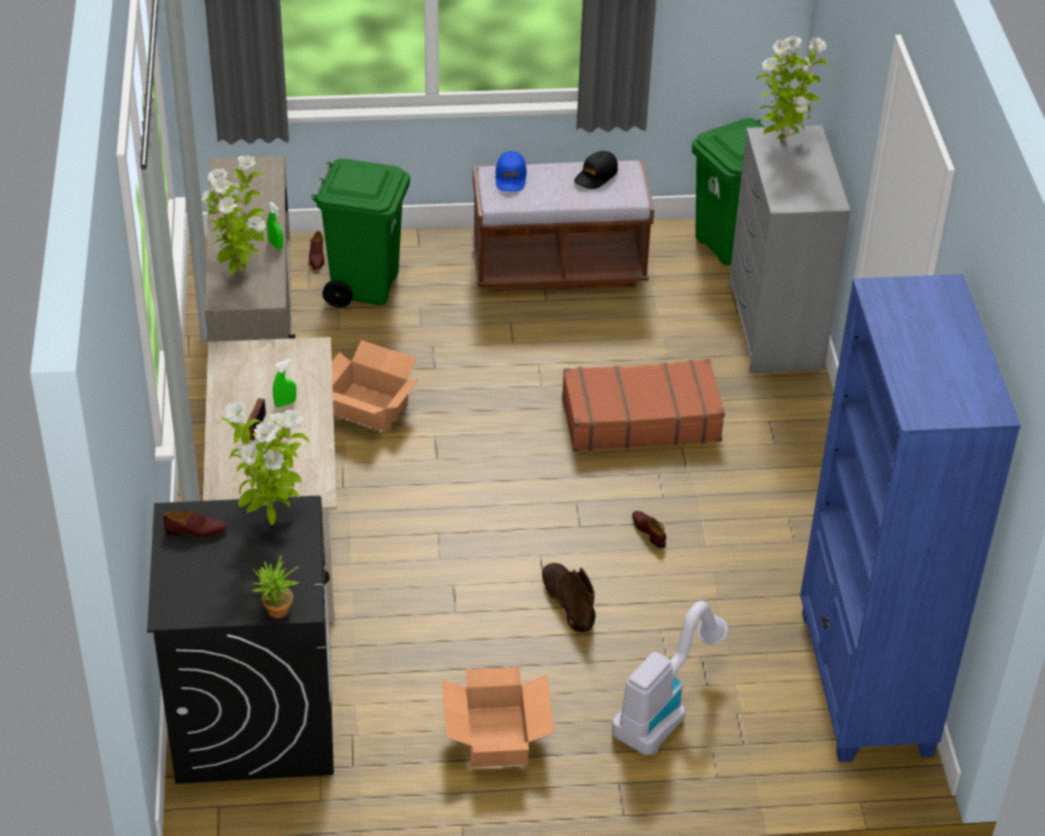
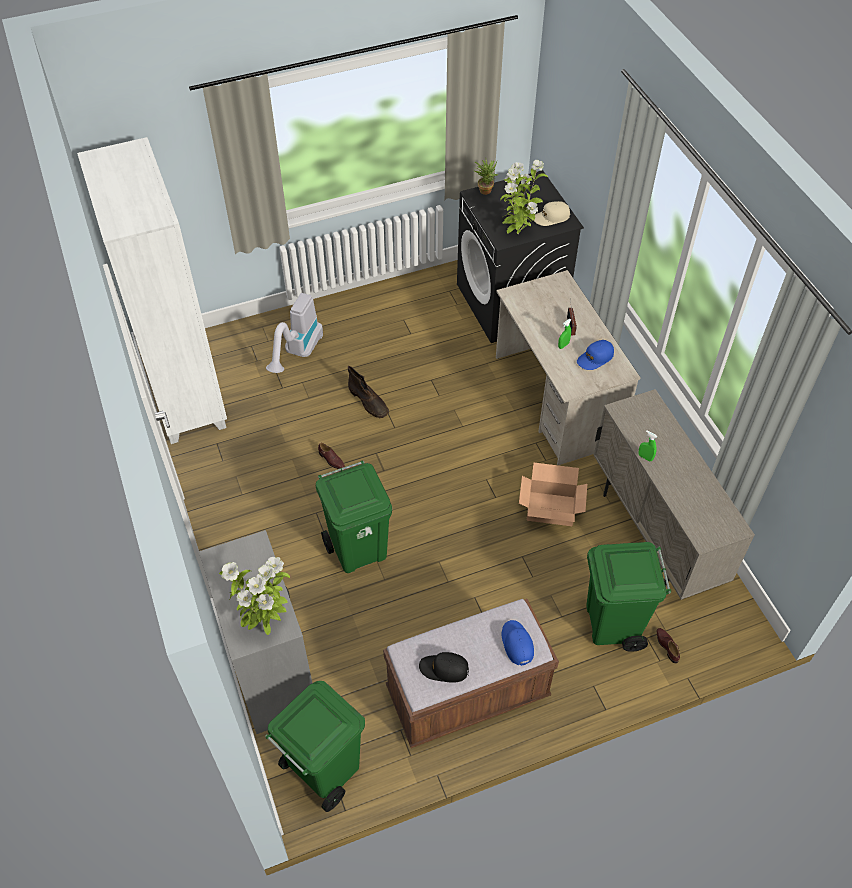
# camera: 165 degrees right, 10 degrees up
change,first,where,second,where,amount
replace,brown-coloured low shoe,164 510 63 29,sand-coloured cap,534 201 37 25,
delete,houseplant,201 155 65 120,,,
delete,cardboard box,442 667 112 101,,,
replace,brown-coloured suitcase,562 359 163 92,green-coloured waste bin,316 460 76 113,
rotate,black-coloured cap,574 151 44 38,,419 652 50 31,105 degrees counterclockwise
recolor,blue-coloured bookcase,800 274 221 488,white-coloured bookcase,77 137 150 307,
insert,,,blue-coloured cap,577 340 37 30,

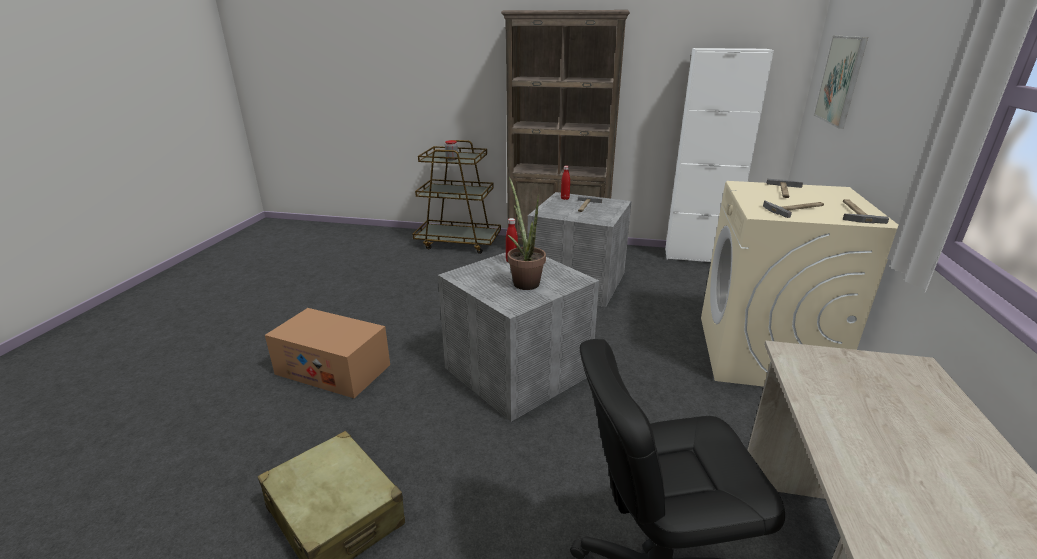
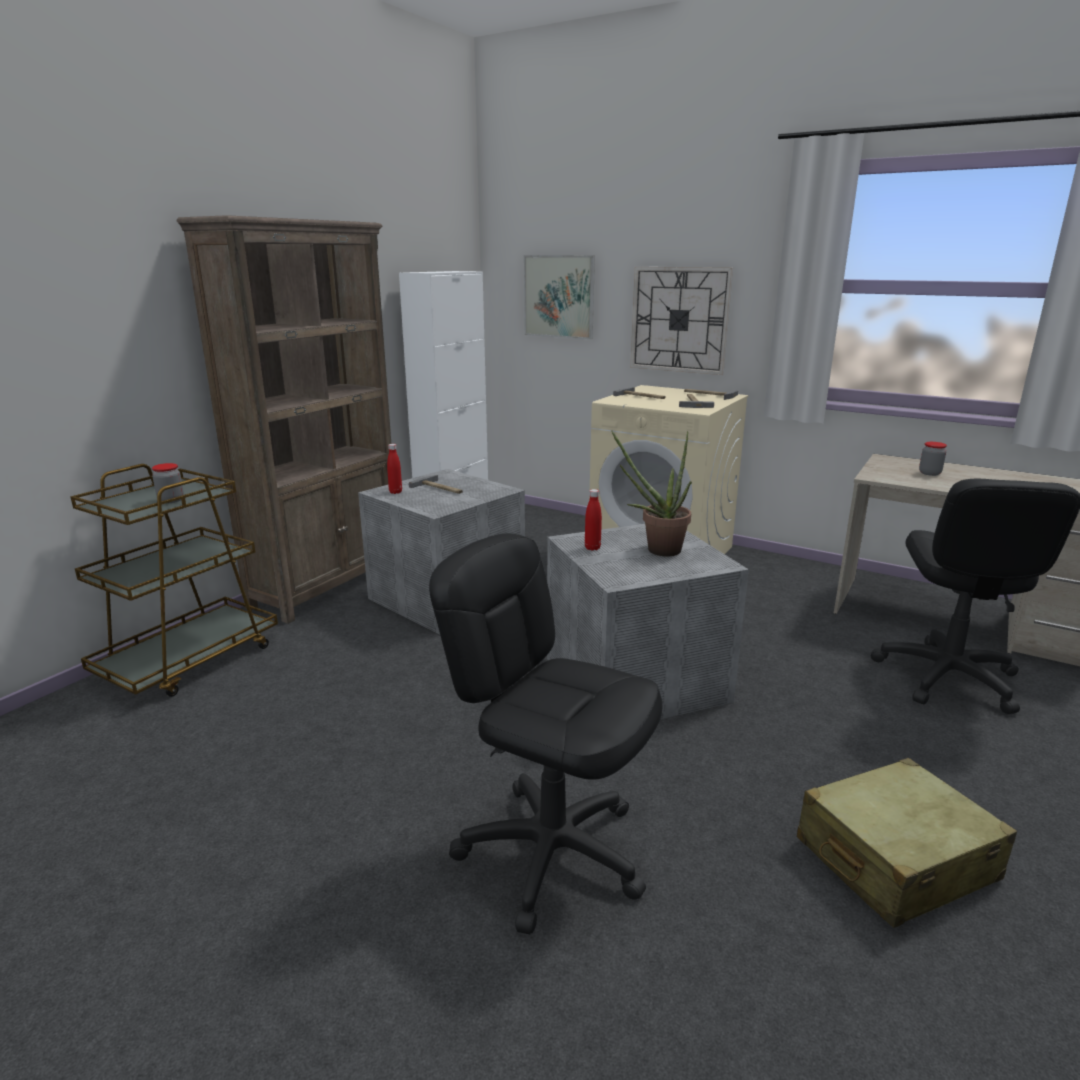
# camera: 70 degrees left, 5 degrees down
change,first,where,second,where,amount
replace,cardboard box,265 308 125 90,black-coloured office chair,429 533 233 401,
insert,,,wall clock,630 267 103 108,
insert,,,preserve jar,919 442 28 34,

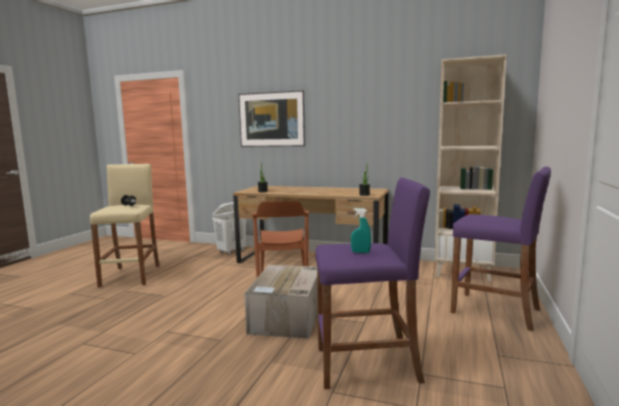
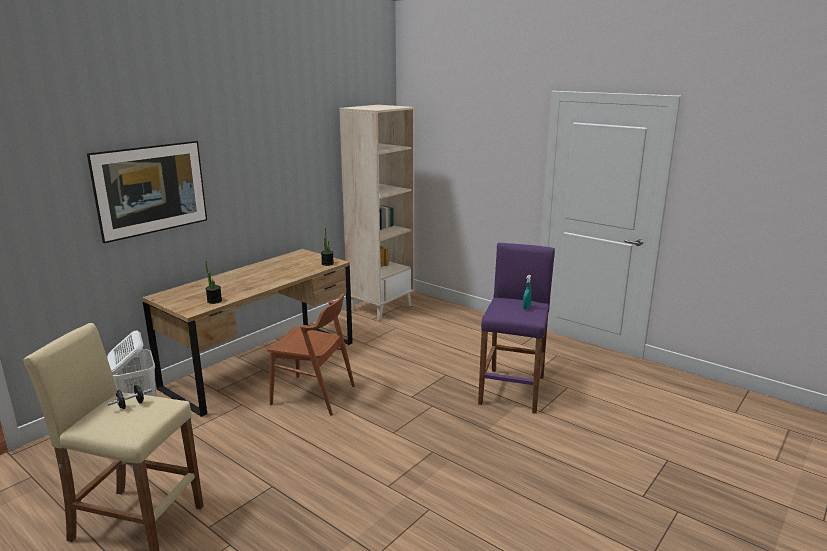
# camera: 70 degrees left, 10 degrees up
change,first,where,second,where,amount
delete,cardboard box,244 265 74 74,,,
delete,purple sitting stool,451 167 100 164,,,

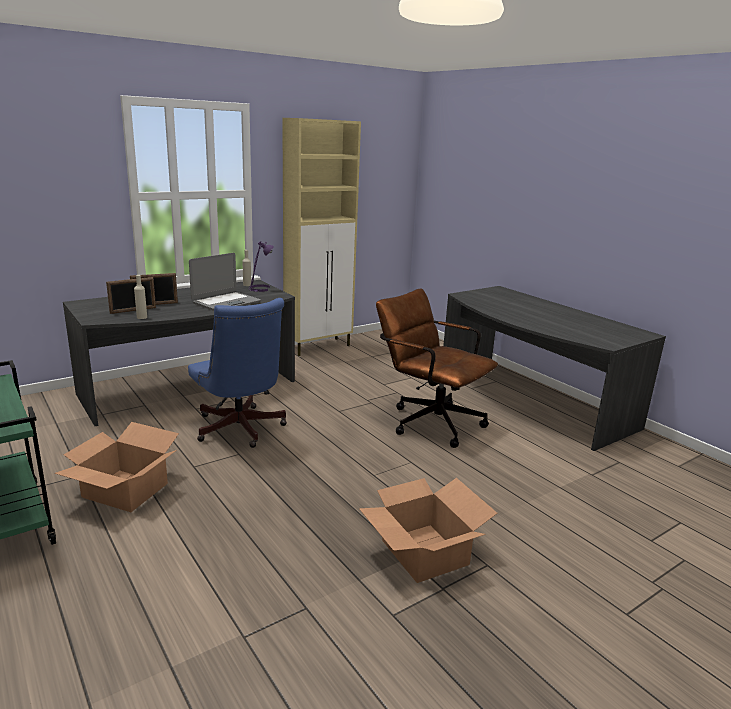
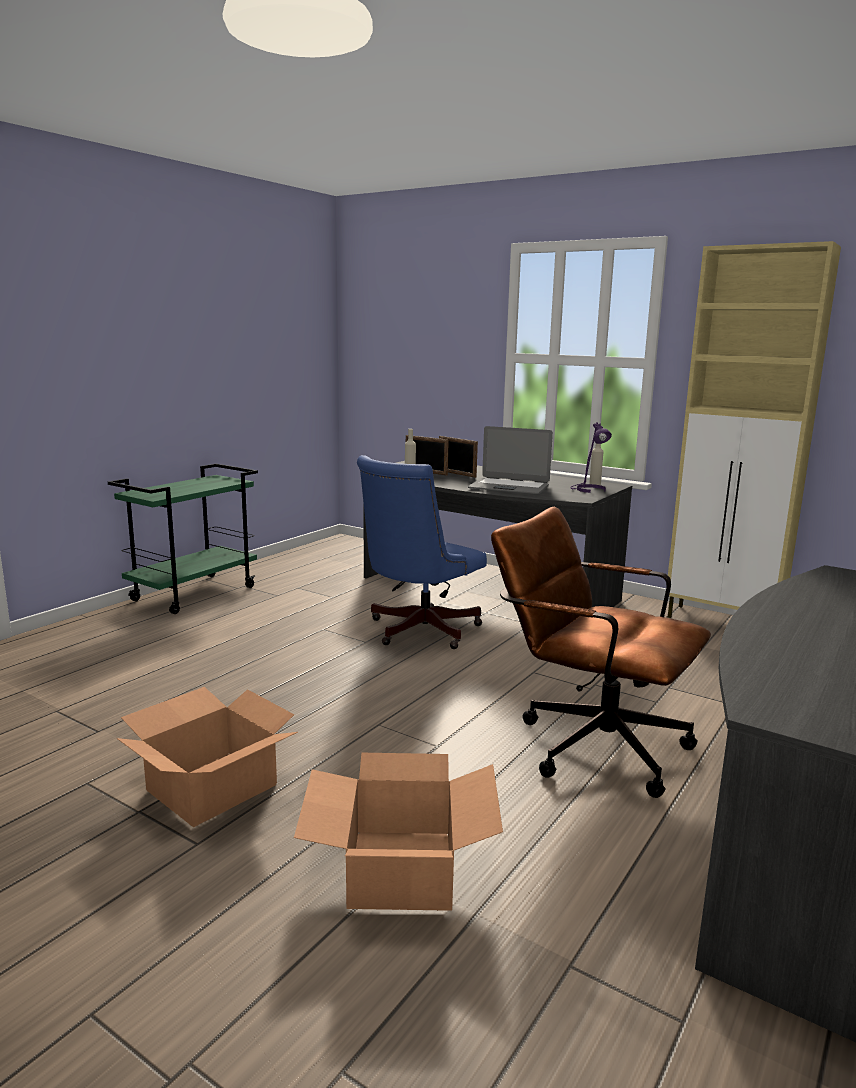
# camera: 70 degrees right, 5 degrees down
change,first,where,second,where,amount
move,cardboard box,54 422 125 90,,294 753 209 158,
rotate,brown-coloured office chair,376 288 122 160,,491 507 220 291,75 degrees counterclockwise

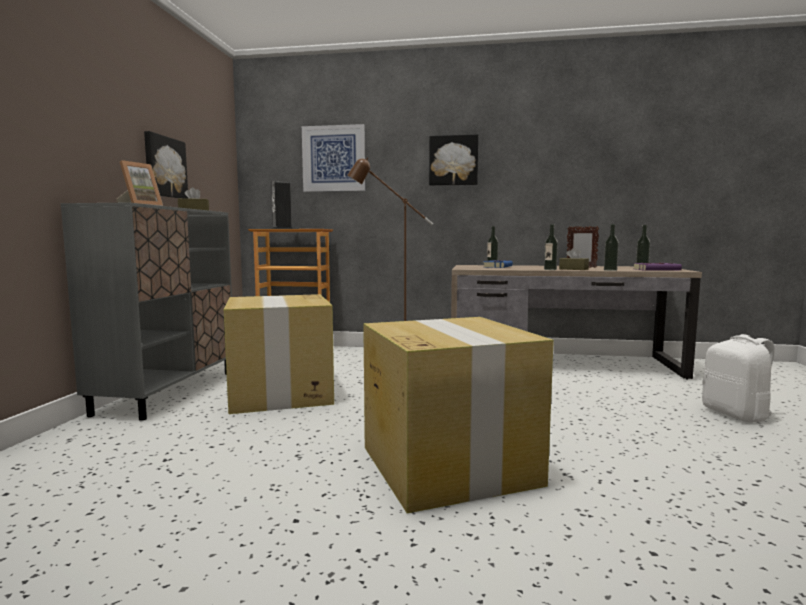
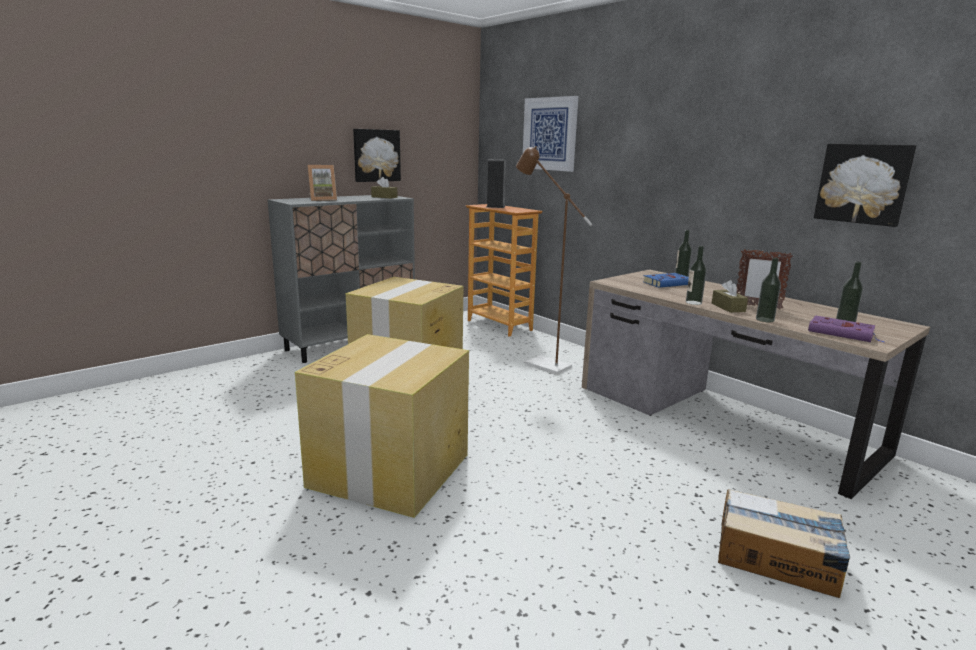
# camera: 40 degrees right, 10 degrees up
change,first,where,second,where,amount
move,wall art,429 134 49 52,,814 144 102 83,
replace,white-coloured backpack,702 334 72 89,cardboard box,718 489 132 109,

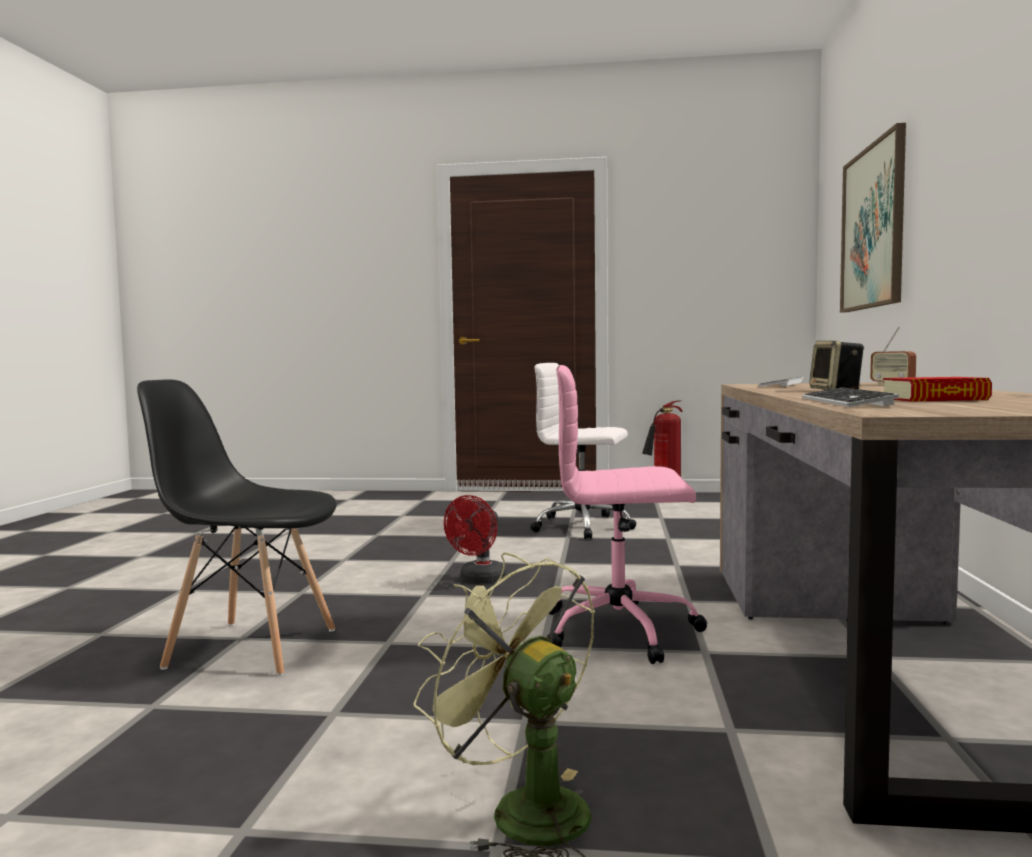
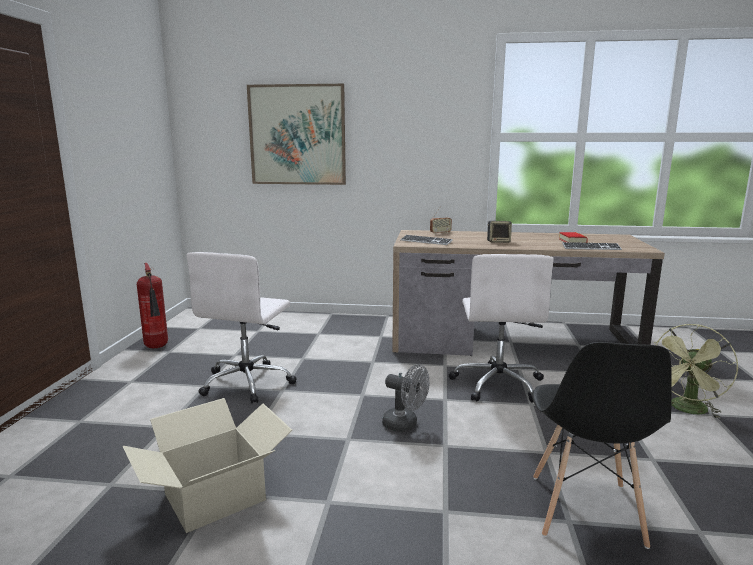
# camera: 90 degrees left, 10 degrees up
change,first,where,second,where,amount
recolor,red electric fan,444 495 62 88,grey electric fan,382 364 47 68,
recolor,pink-coloured office chair,546 365 161 299,white-coloured office chair,449 254 105 149,
insert,,,cardboard box,123 398 169 135,

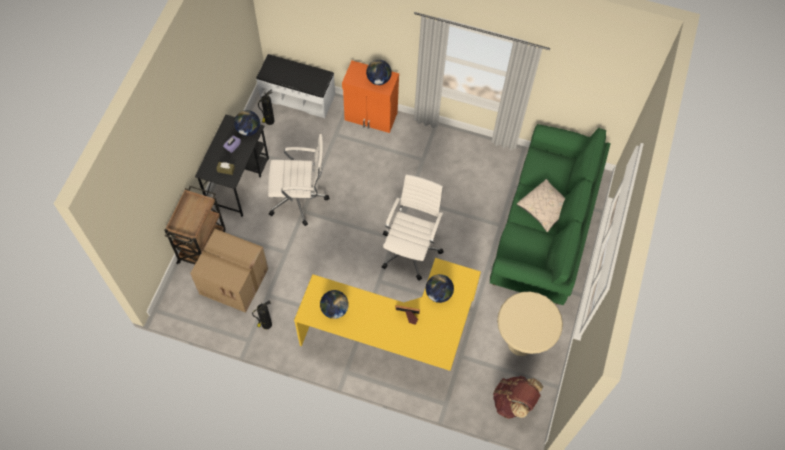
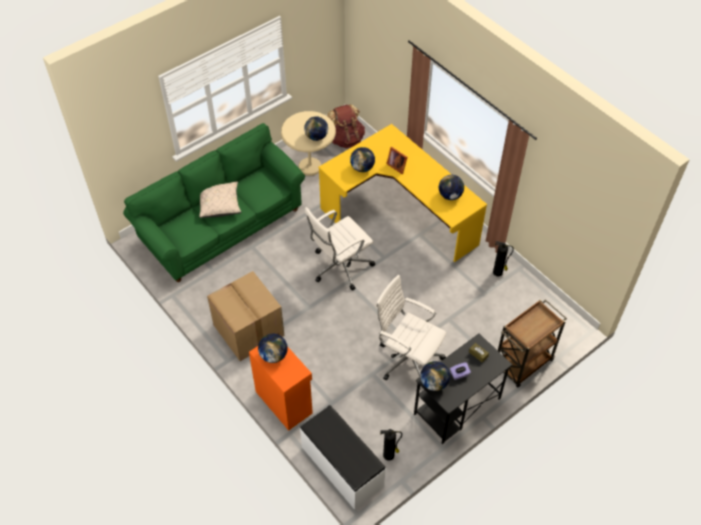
# camera: 145 degrees left, 10 degrees down
change,first,where,second,where,amount
move,cardboard box,190 229 78 84,,207 271 77 90,
insert,,,world globe,304 116 24 25,

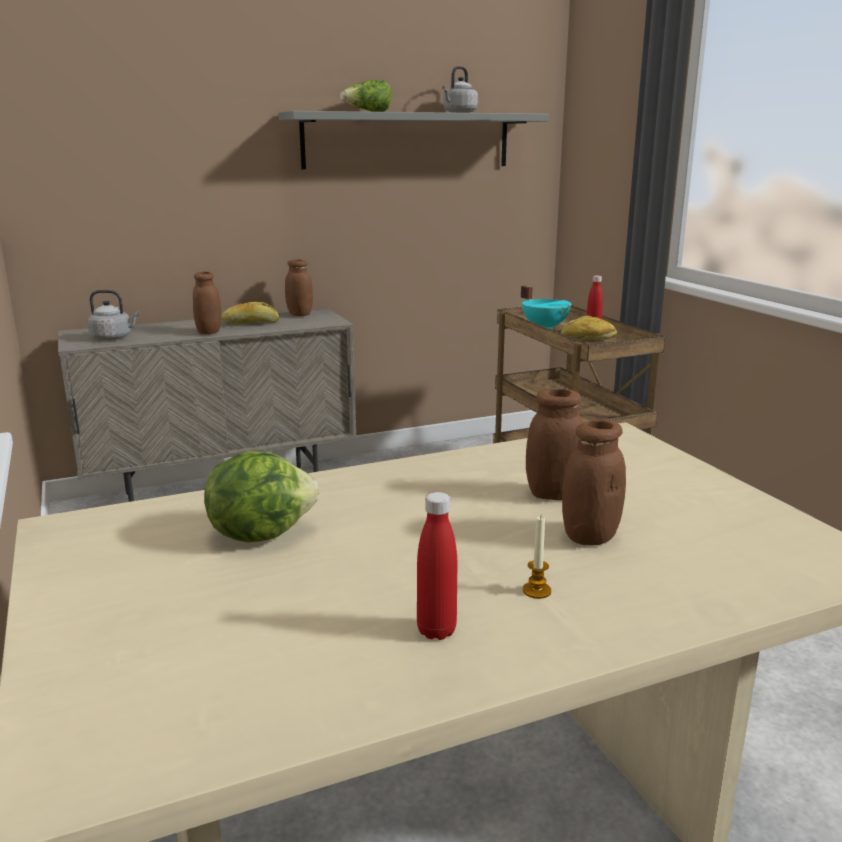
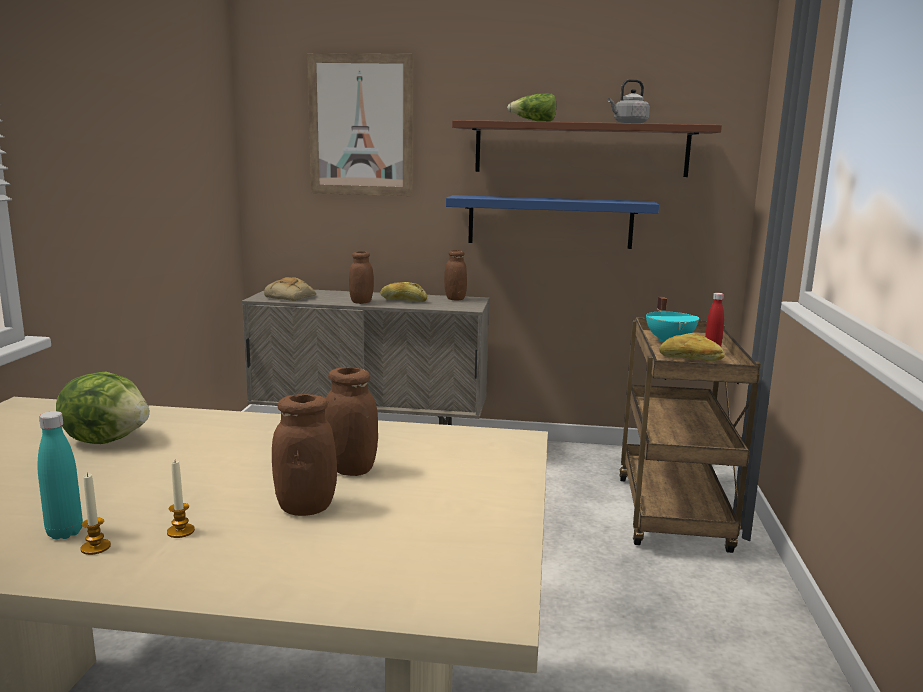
# camera: 30 degrees right, 5 degrees down
change,first,where,second,where,amount
replace,grey water kettle,88 290 51 50,bakery bread,264 277 52 24,
recolor,grey shelf,279 111 270 58,brown-coloured shelf,452 120 270 57,
recolor,red bottle,417 492 40 148,turquoise bottle,38 411 45 128,
insert,,,wax light,80 472 31 83,
insert,,,wall art,307 53 106 143,
insert,,,blue-coloured shelf,446 195 213 54,

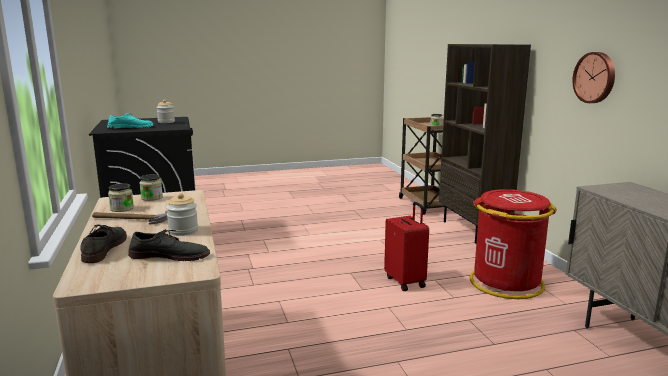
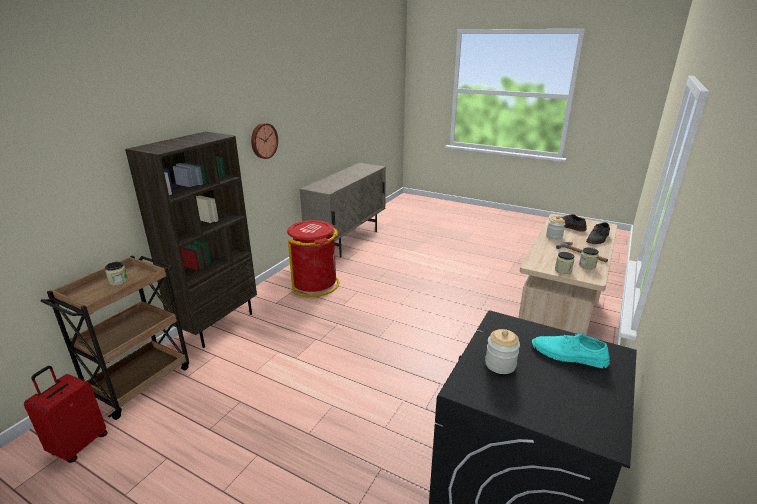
# camera: 135 degrees left, 10 degrees up
change,first,where,second,where,amount
move,red suitcase,384 202 45 89,,24 366 84 97,

